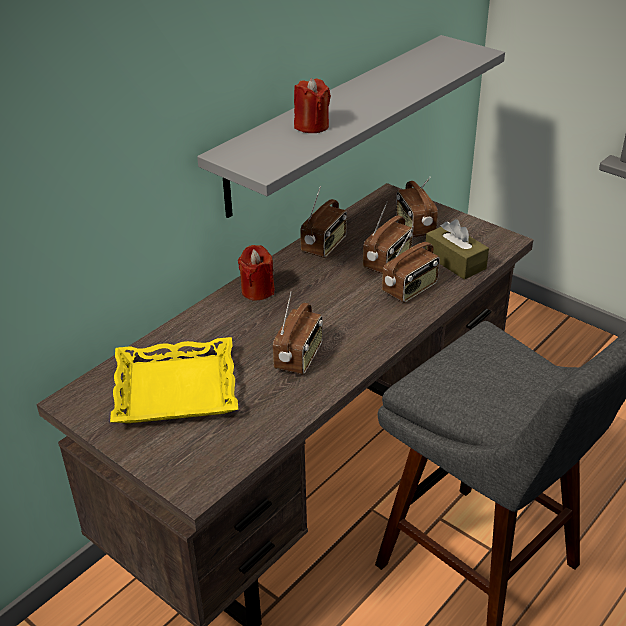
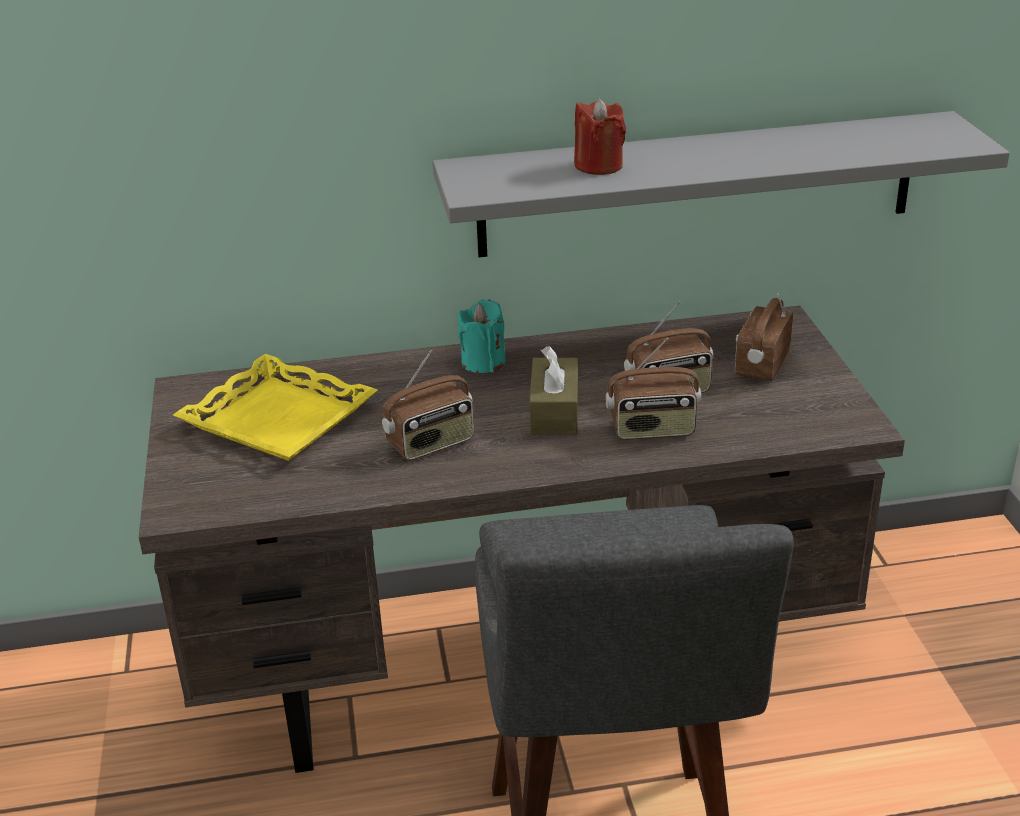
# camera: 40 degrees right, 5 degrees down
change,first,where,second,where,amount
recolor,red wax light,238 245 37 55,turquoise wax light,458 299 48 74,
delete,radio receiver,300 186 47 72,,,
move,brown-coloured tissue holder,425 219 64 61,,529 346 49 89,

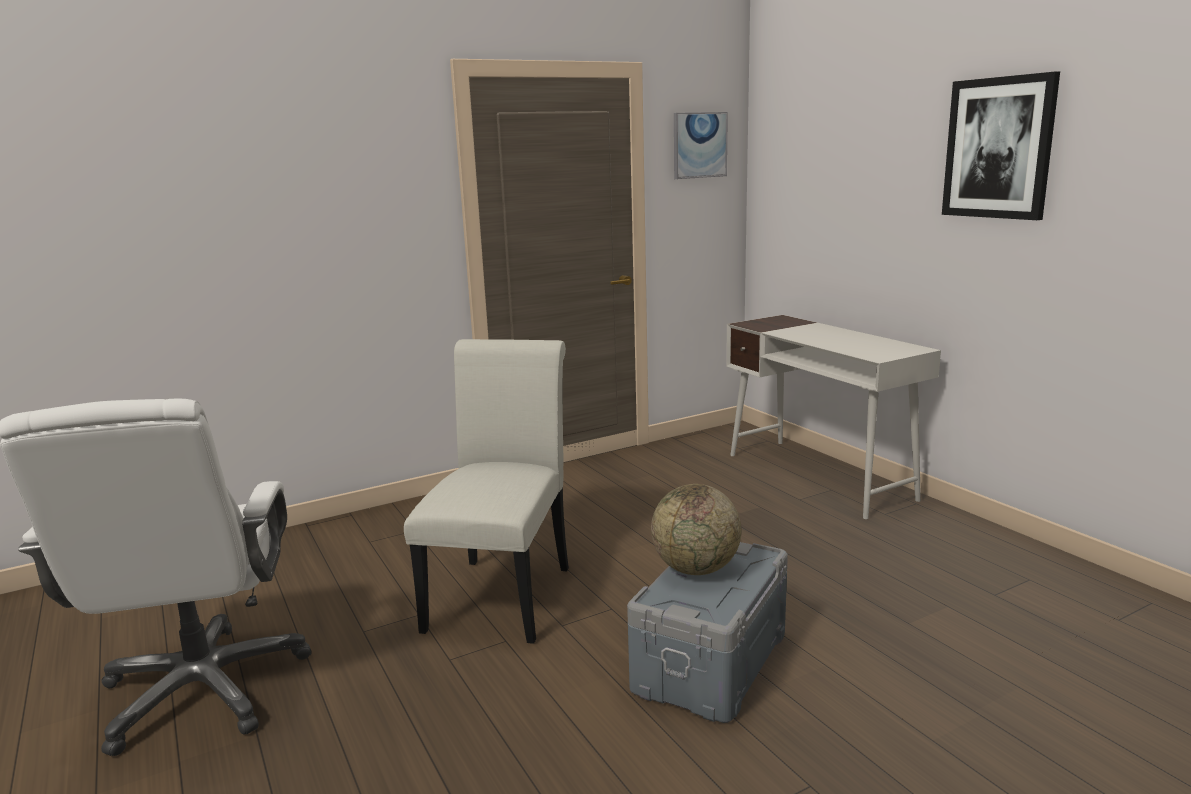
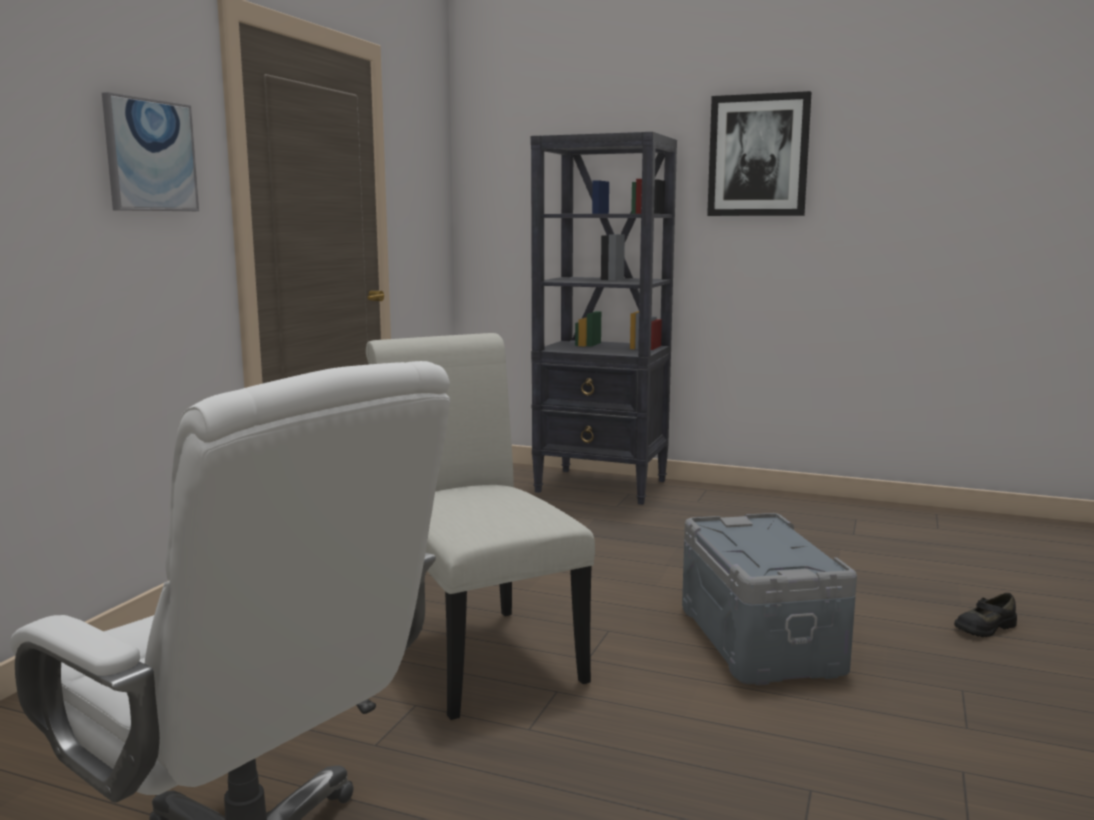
# camera: 40 degrees left, 5 degrees down
change,first,where,second,where,amount
delete,world globe,651 484 91 91,,,
move,wall art,674 112 54 67,,102 92 97 119,
replace,white-coloured desk table,726 315 215 204,black-coloured bookcase,531 132 146 373,
insert,,,black-coloured low shoe,954 593 63 44,

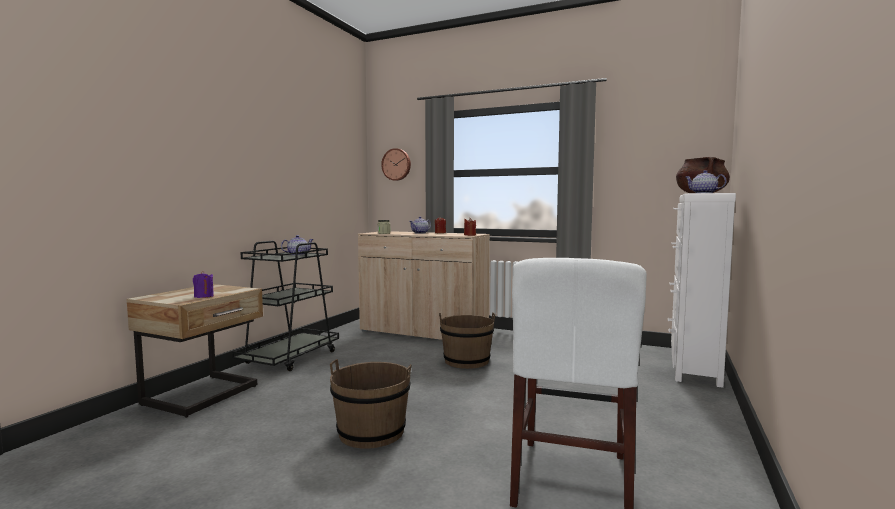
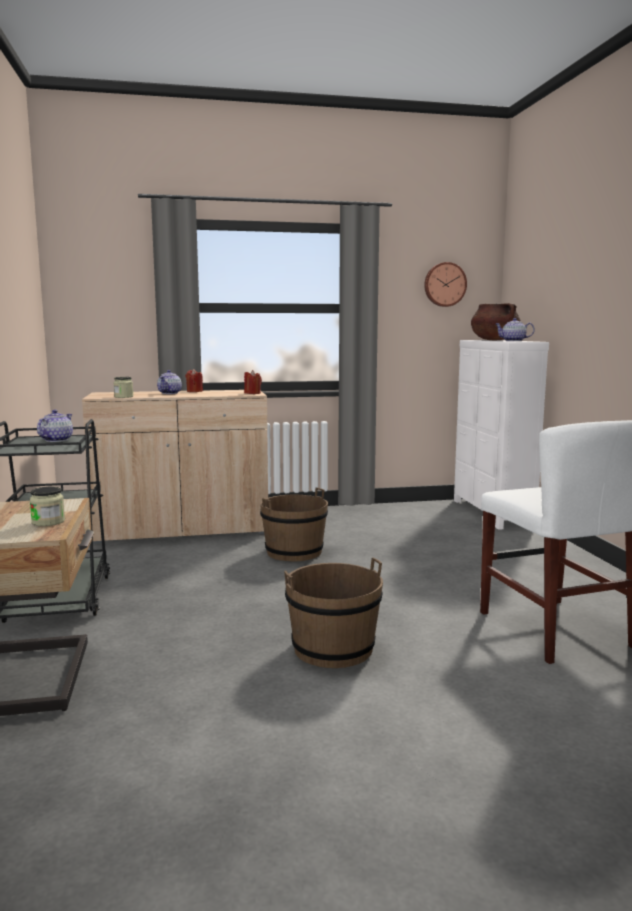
# camera: 35 degrees left, 5 degrees up
change,first,where,second,where,amount
replace,purple wax light,193 271 21 27,preserve jar,30 487 35 39,
move,wall clock,381 148 30 33,,424 262 43 45,

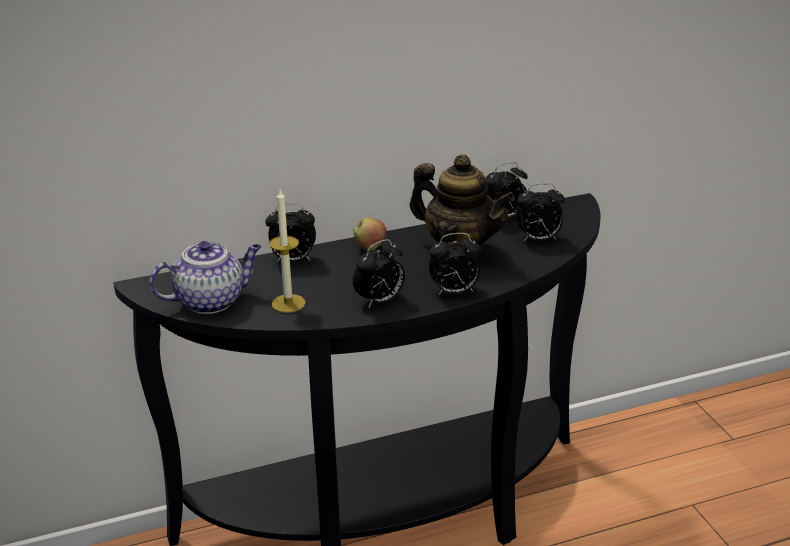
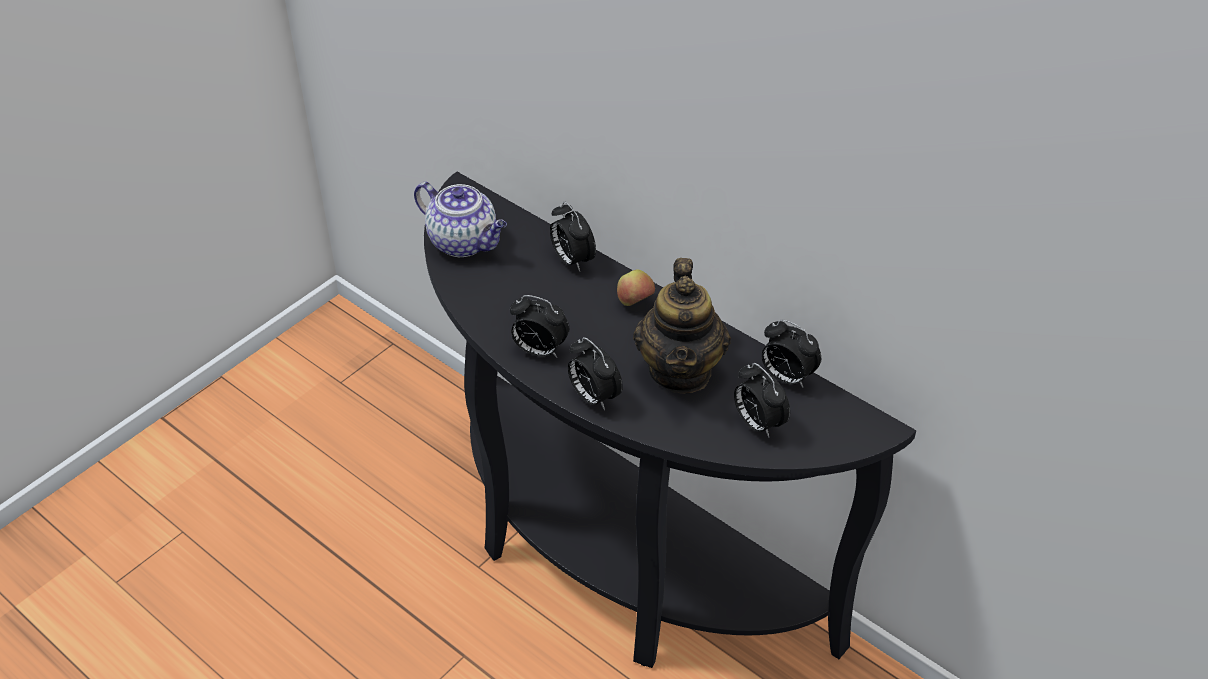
# camera: 60 degrees right, 15 degrees up
change,first,where,second,where,amount
delete,wax light,269 190 37 123,,,

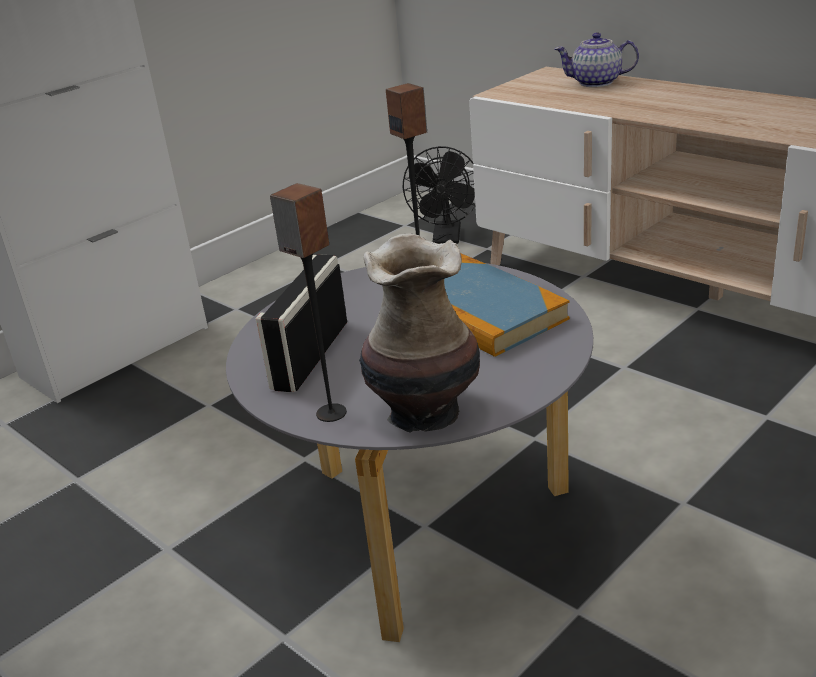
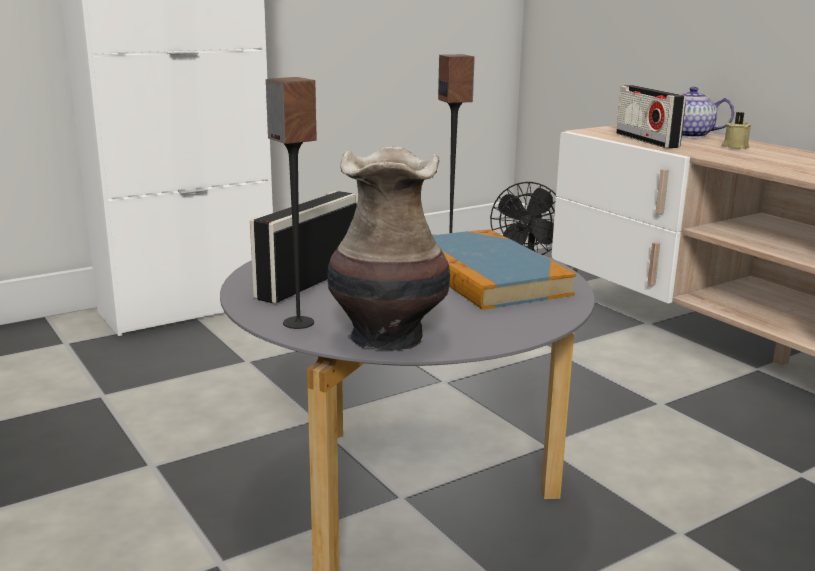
# camera: 10 degrees right, 10 degrees down
change,first,where,second,where,amount
insert,,,radio receiver,616 85 70 63,
insert,,,sand-coloured wax light,722 112 29 37,

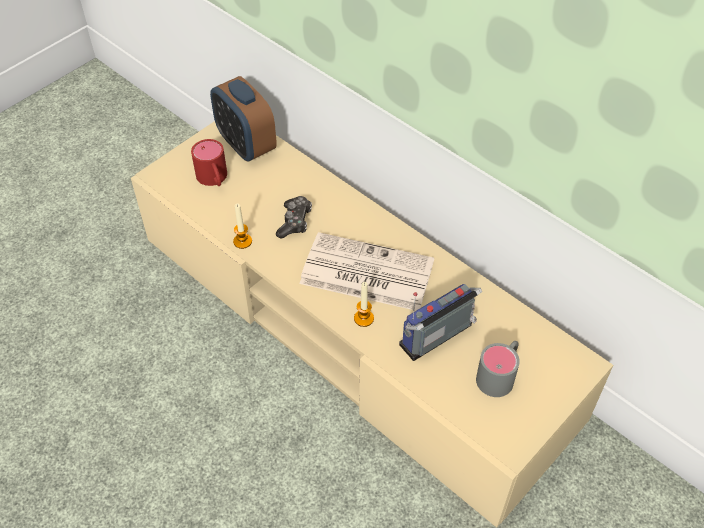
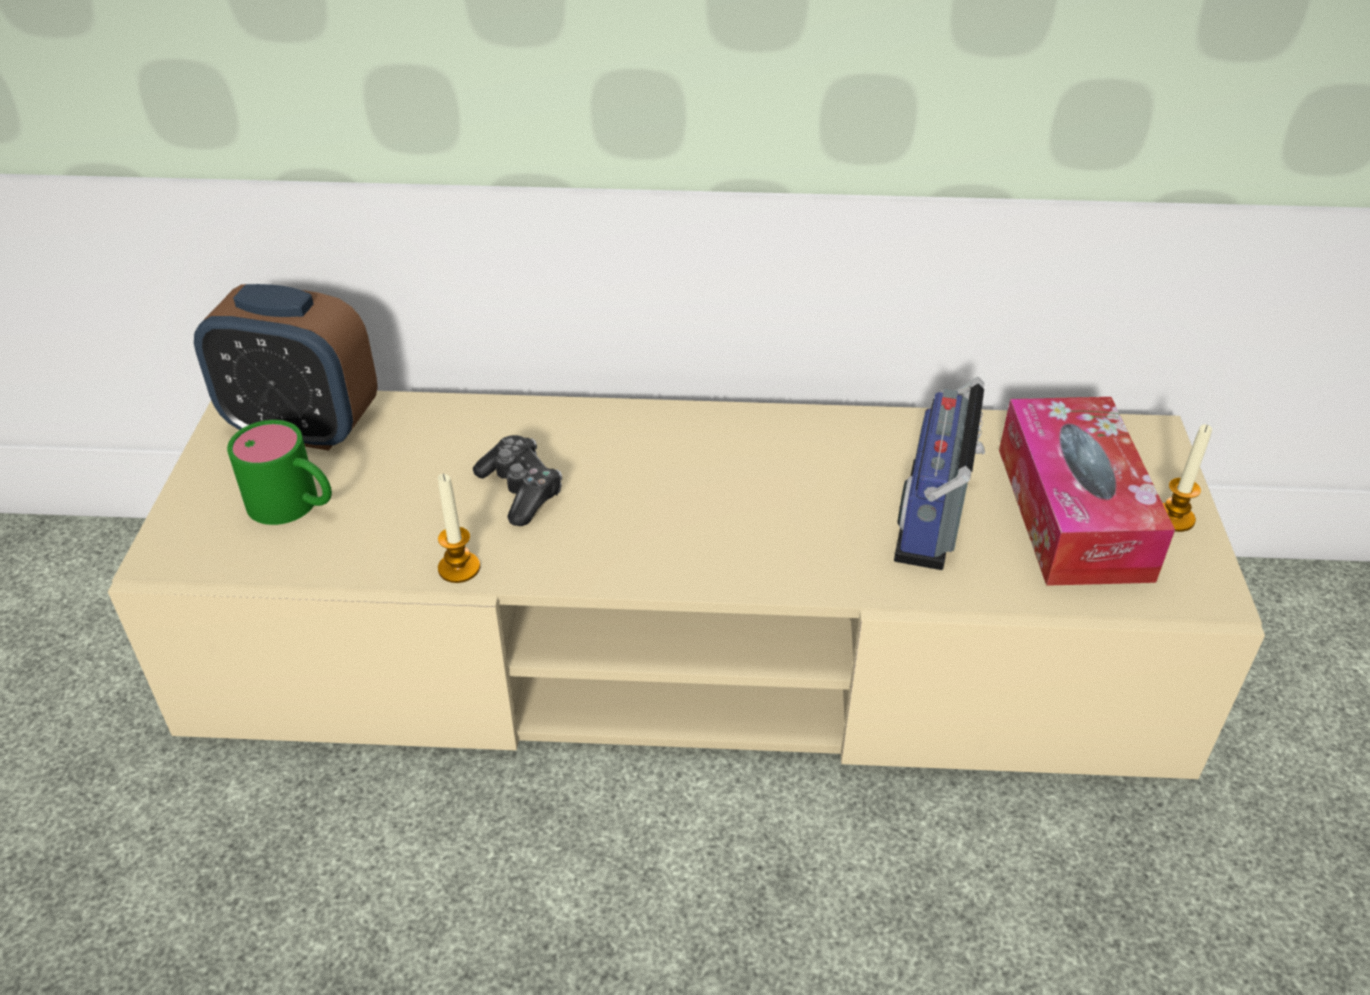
# camera: 40 degrees left, 10 degrees down
change,first,where,second,where,amount
recolor,red tea mug,191 139 36 47,green-coloured tea mug,227 420 105 105,
delete,newspaper,300 232 134 79,,,
move,wax light,354 282 20 45,,1163 424 49 108,
replace,grey tea mug,476 341 44 56,tissue holder,999 397 176 189,

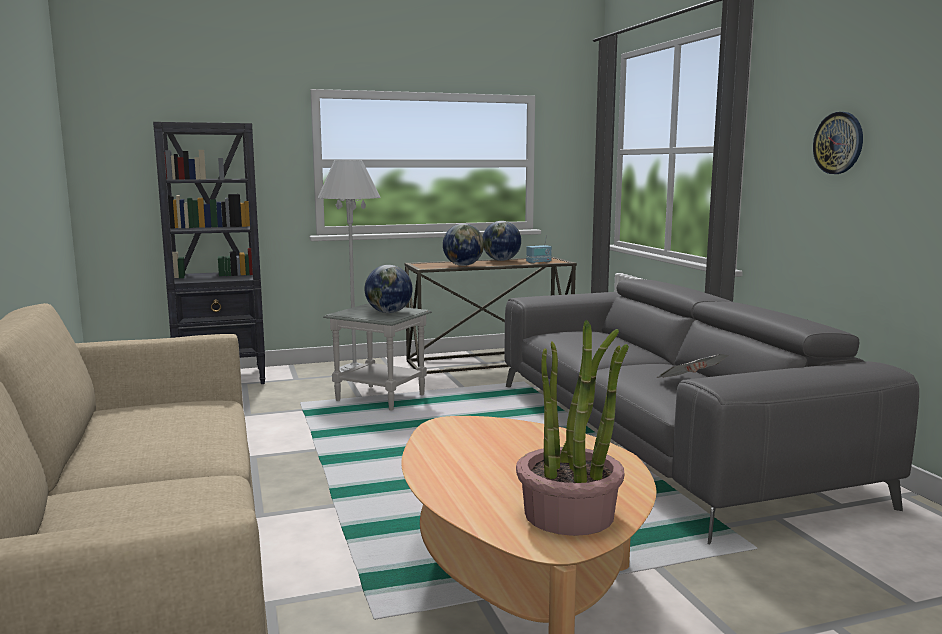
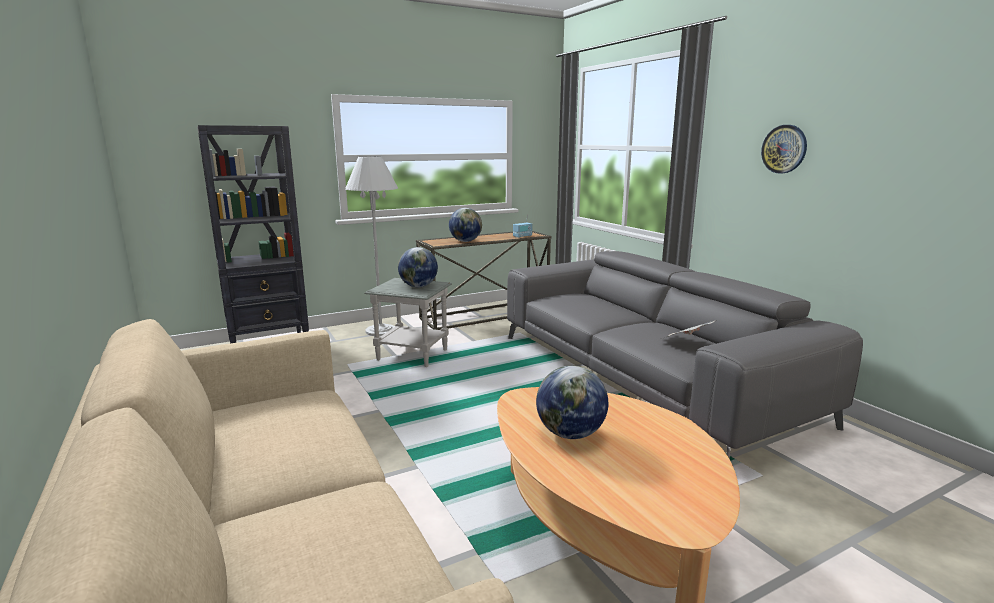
# camera: 10 degrees left, 5 degrees up
change,first,where,second,where,amount
move,world globe,483 221 38 40,,536 366 72 73,
delete,houseplant,516 320 113 216,,,

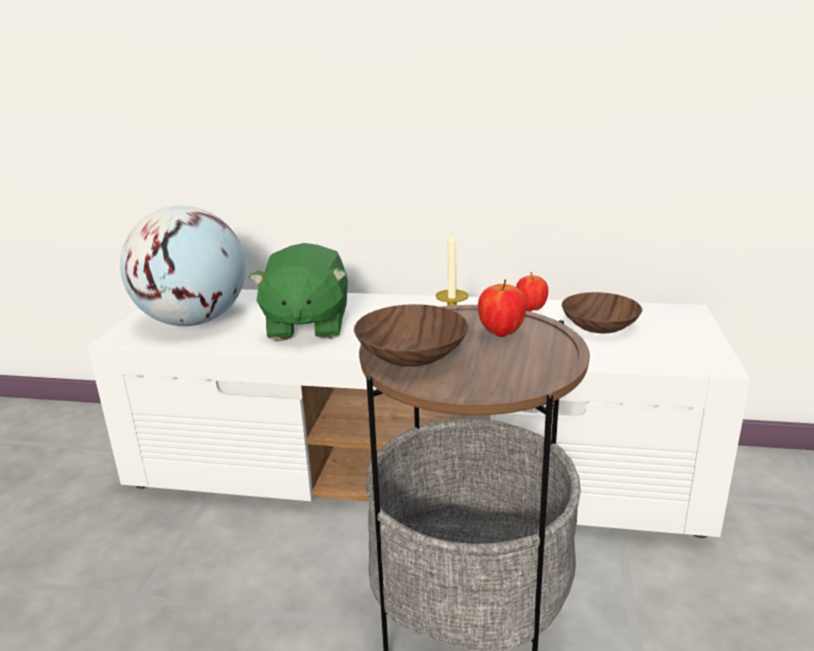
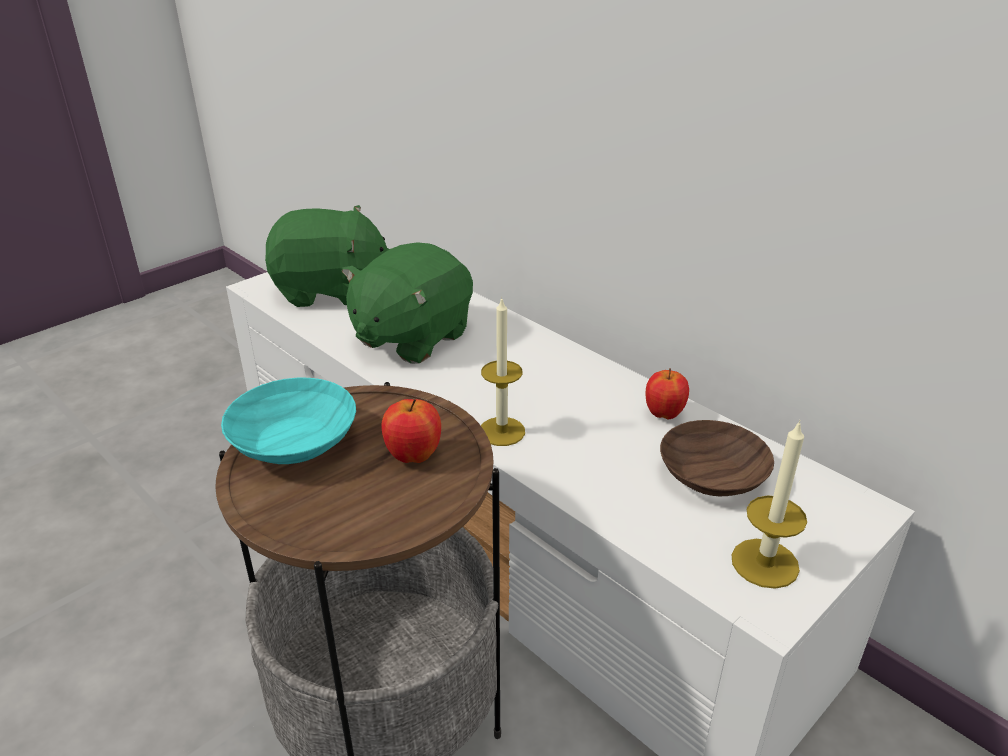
# camera: 35 degrees right, 10 degrees up
change,first,where,second,where,amount
replace,world globe,120 206 126 120,green-coloured plush toy,265 205 124 102,
recolor,brown-coloured deep dish,354 304 114 63,turquoise deep dish,221 378 135 86,
insert,,,wax light,731 420 76 169,

